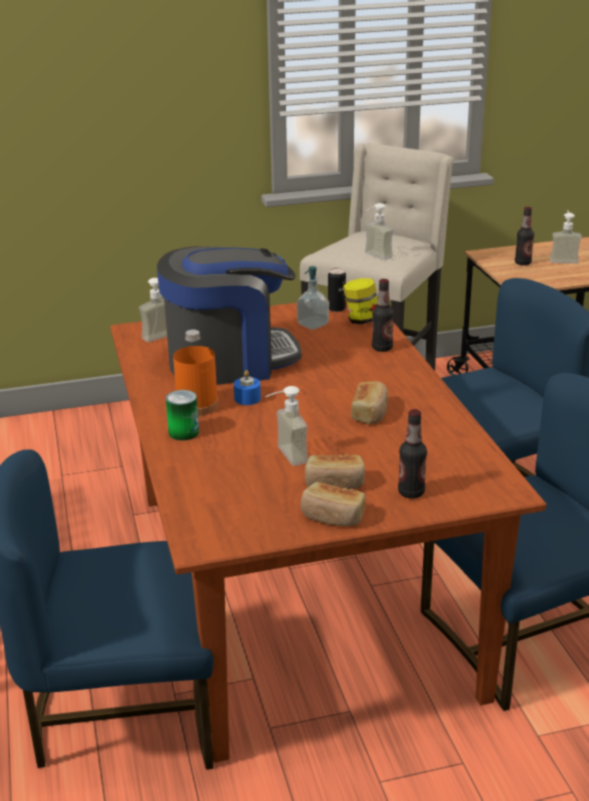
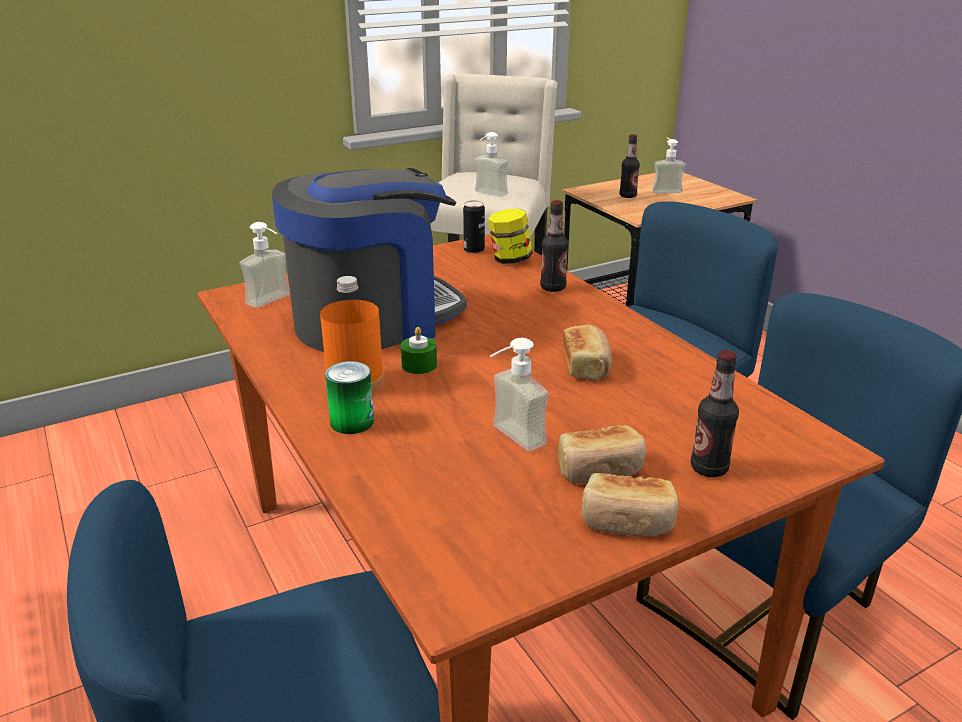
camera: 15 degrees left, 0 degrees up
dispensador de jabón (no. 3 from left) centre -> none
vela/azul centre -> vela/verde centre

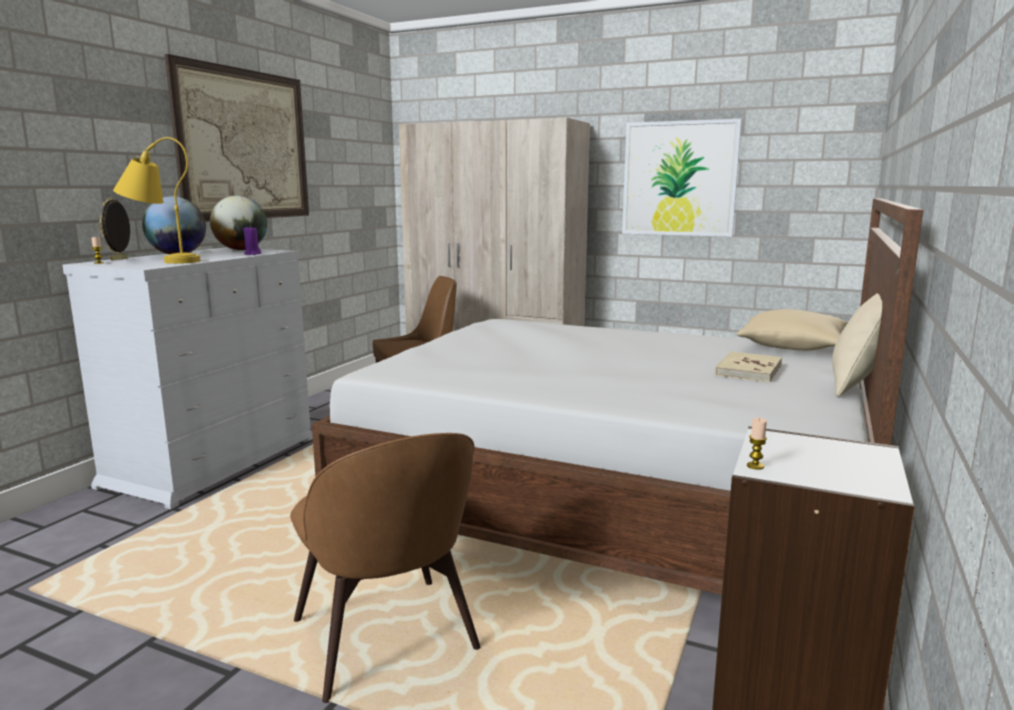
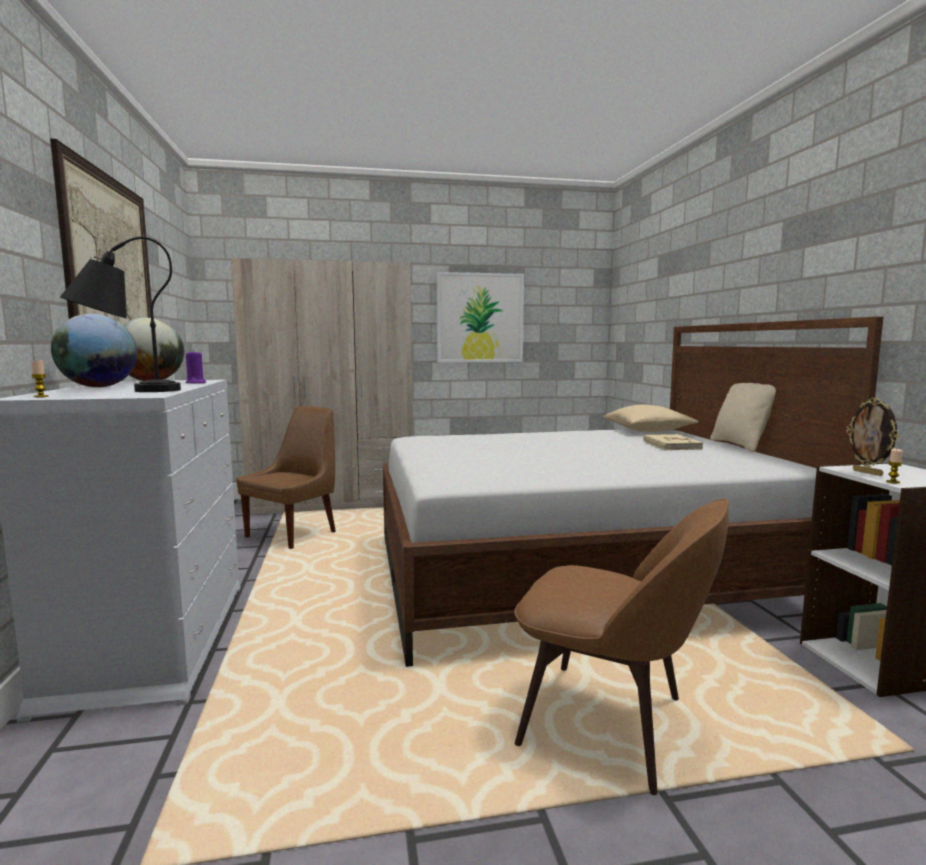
camera: 35 degrees left, 5 degrees down
portarretratos top left -> portarretratos middle right, shifted
lámpara de mesa/amarillo top left -> lámpara de mesa/negro middle left

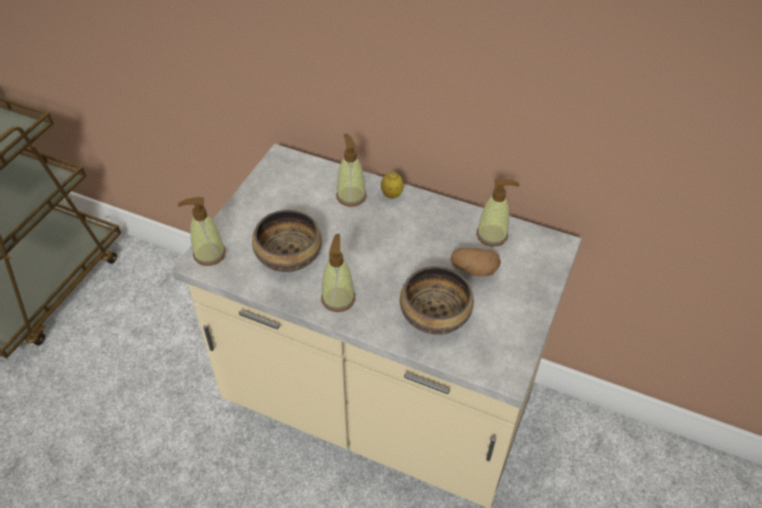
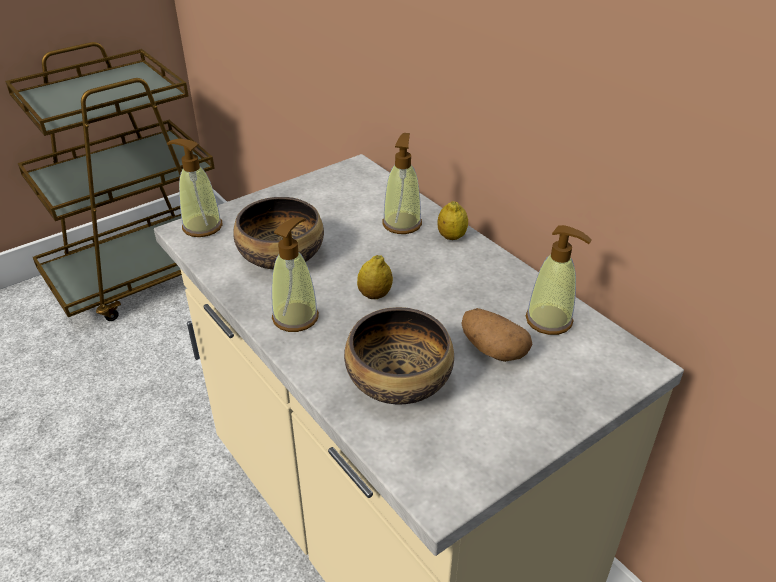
camera: 30 degrees right, 10 degrees down
none -> limón (no. 1 from left) centre

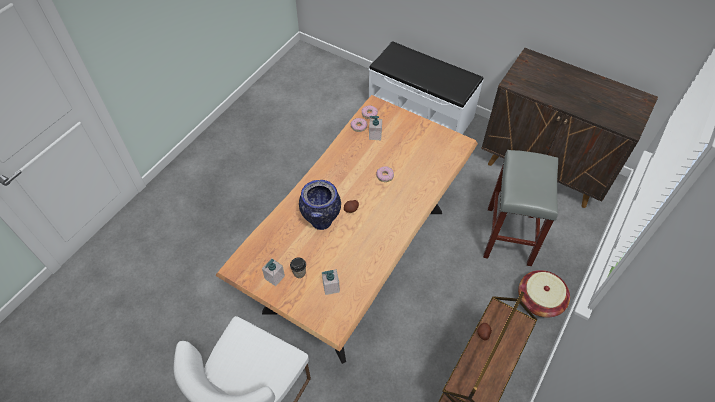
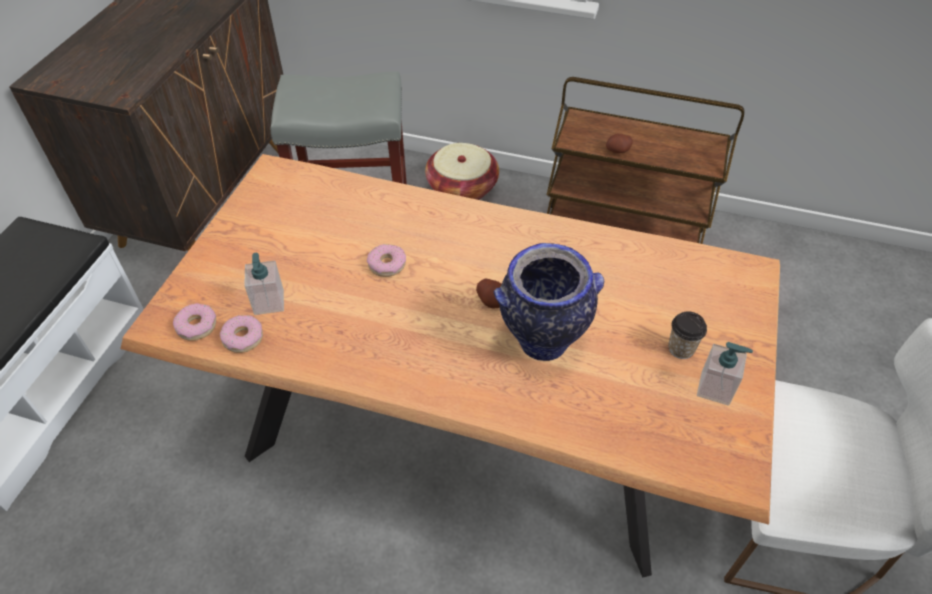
camera: 105 degrees left, 5 degrees down
dispensador de jabón (no. 2 from left) bottom centre -> none

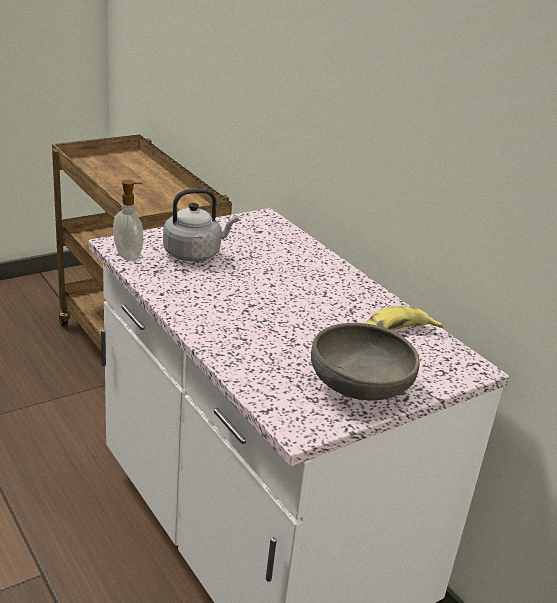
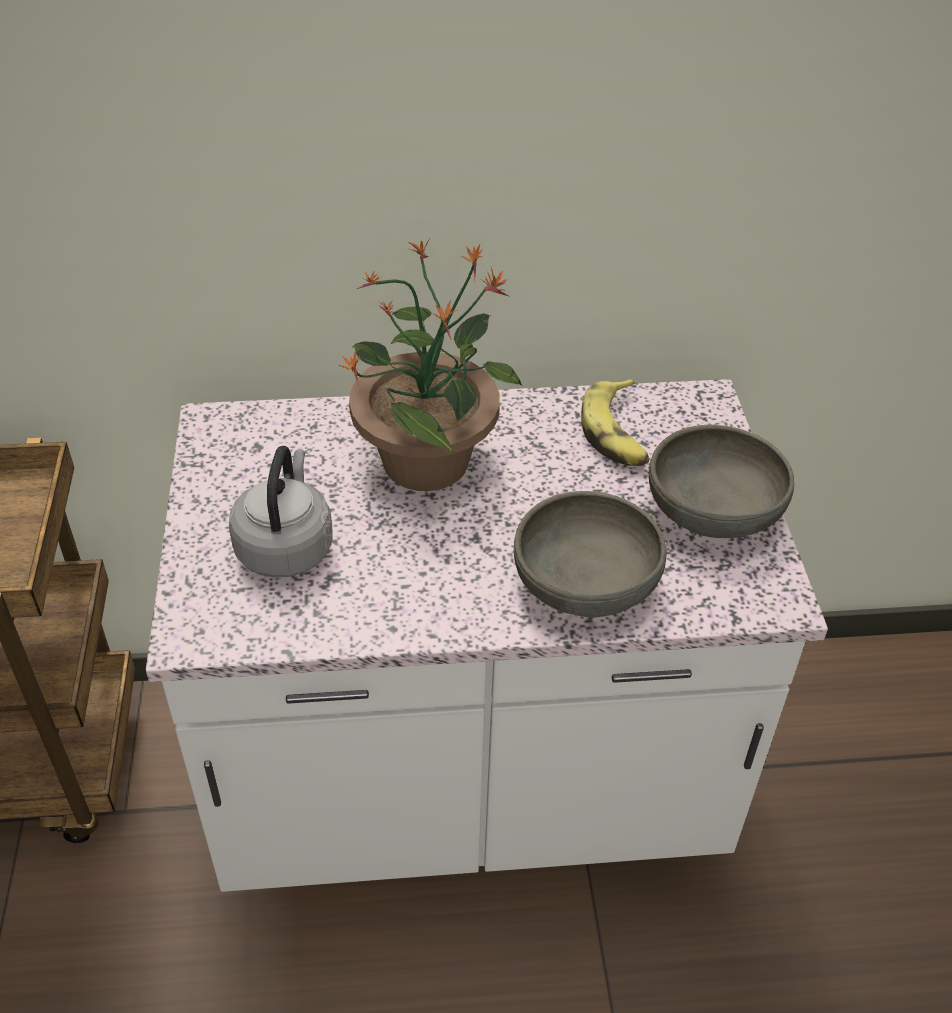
camera: 60 degrees left, 15 degrees up
dispensador de jabón middle left -> none
none -> planta en maceta centre
none -> cuenco/gris (no. 1 from left) centre

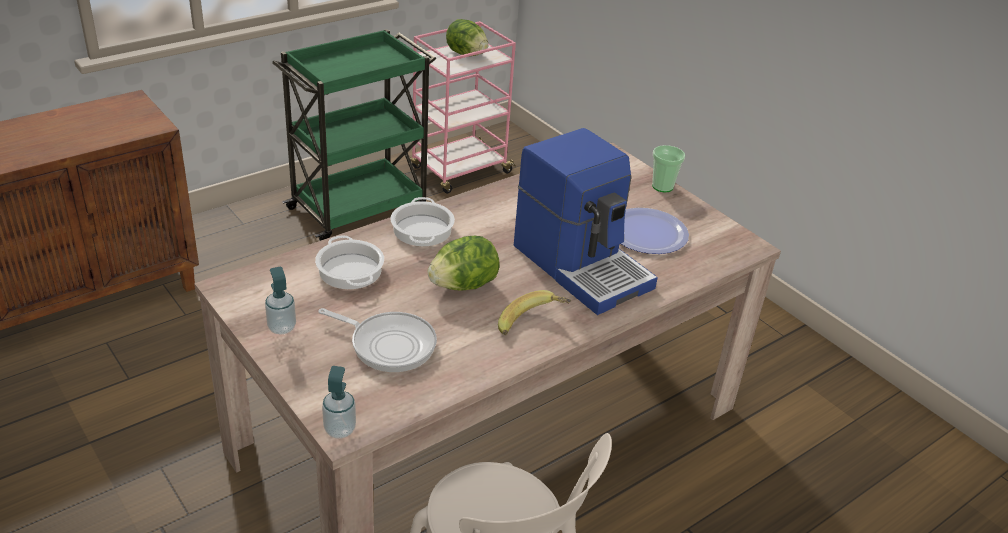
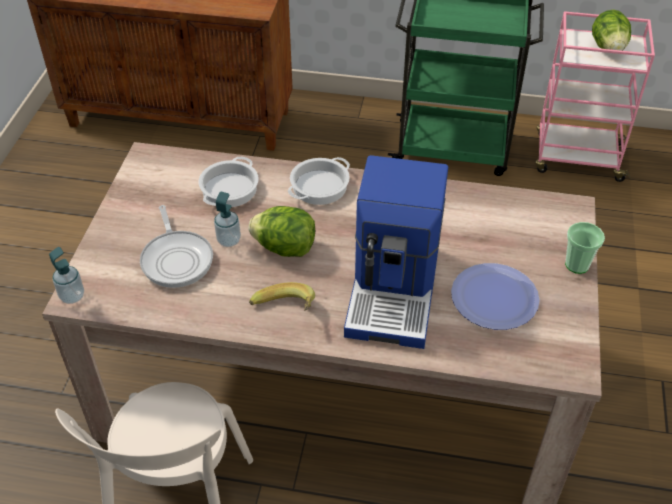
camera: 50 degrees right, 10 degrees up
dispensador de jabón (no. 1 from left in the first image) middle left -> dispensador de jabón (no. 2 from left) centre, shifted

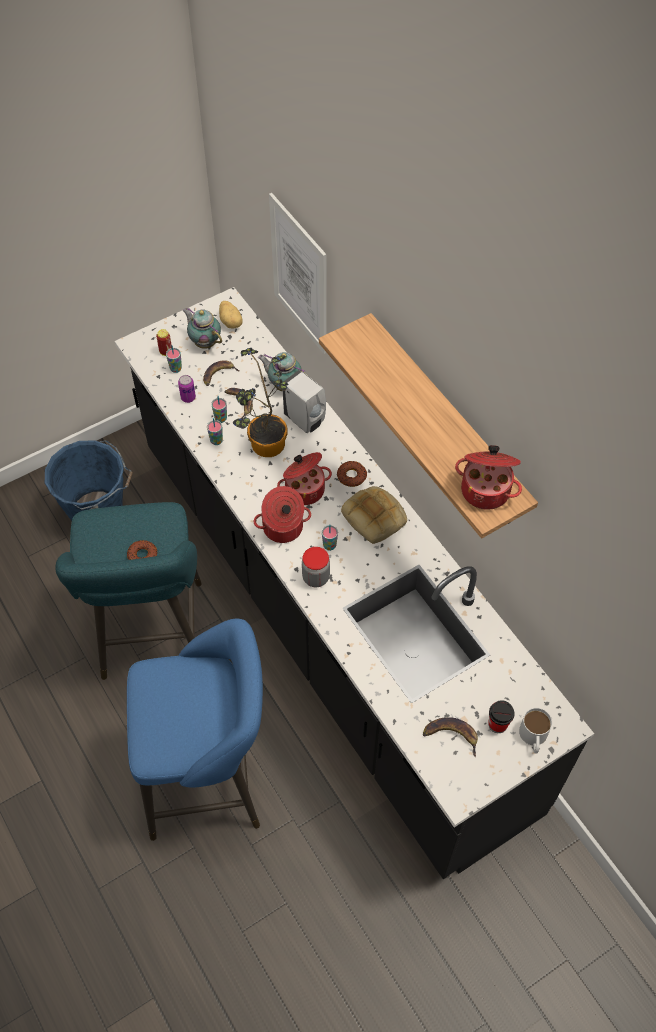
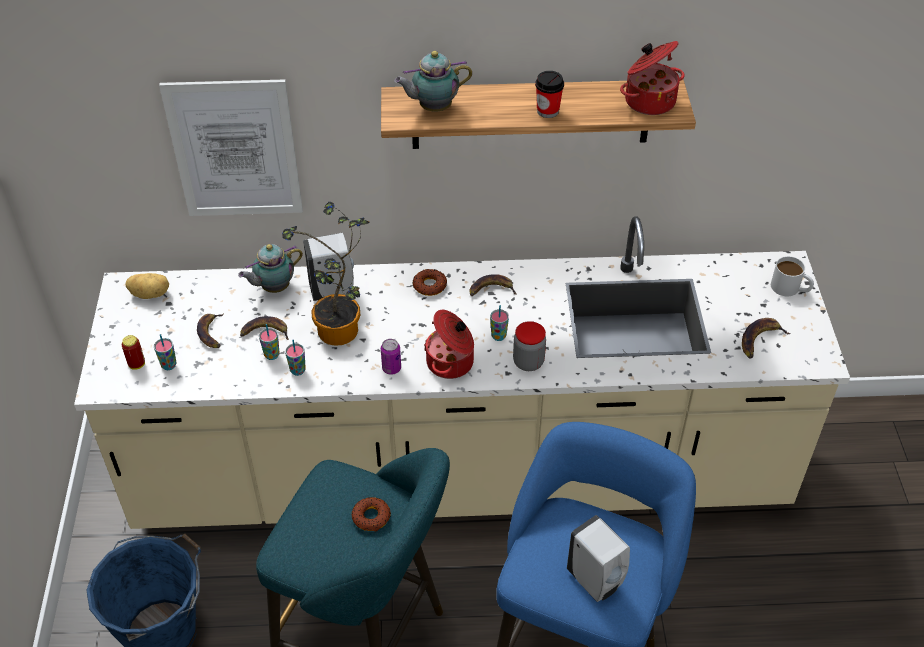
camera: 60 degrees left, 10 degrees down
olla (no. 2 from left) centre -> none
none -> dispensador de jabón/blanco (no. 2 from left) bottom centre
lata (no. 2 from left) middle left -> lata (no. 2 from left) centre, shifted
tetera (no. 1 from left in the first image) top left -> tetera (no. 2 from left) top centre, shifted
taza (no. 5 from left) bottom right -> taza (no. 5 from left) top centre, shifted
pan centre -> plátano (no. 3 from left) centre
mueble bajo de cocina/negro centre -> mueble bajo de cocina/beis centre

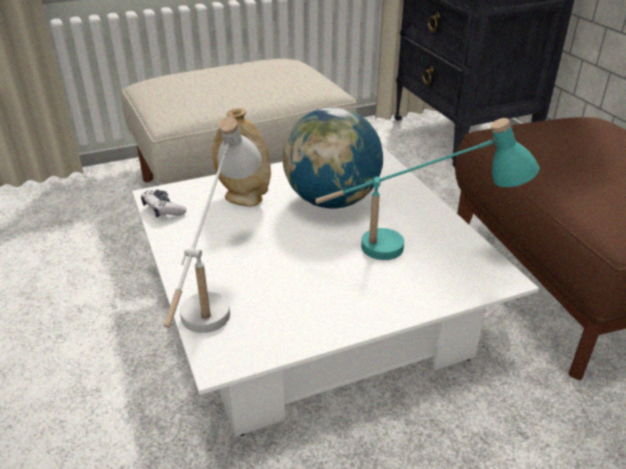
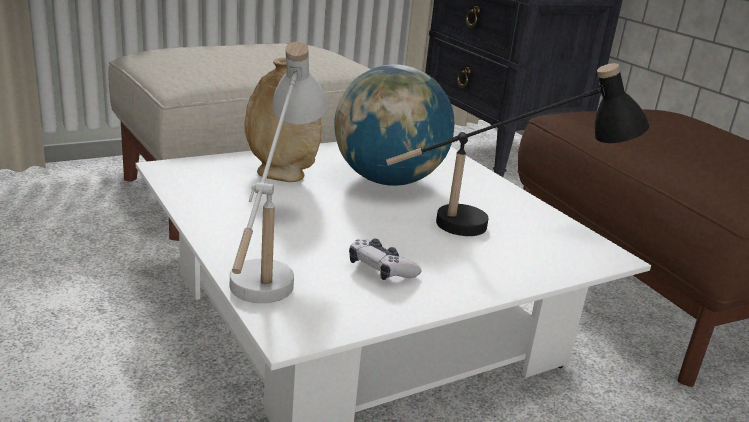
camera: 10 degrees left, 10 degrees down
mando de consola middle left -> mando de consola centre, shifted
lámpara de mesa/turquesa middle right -> lámpara de mesa/negro middle right

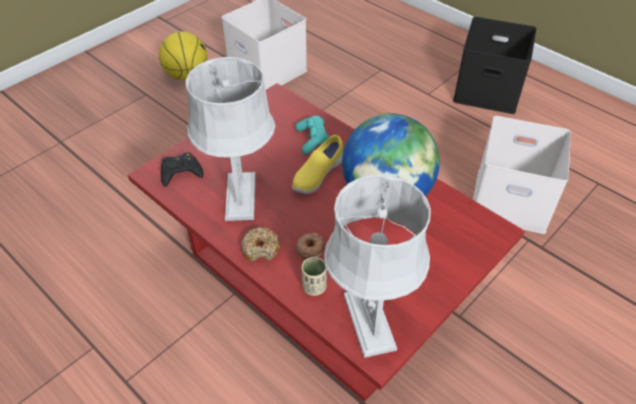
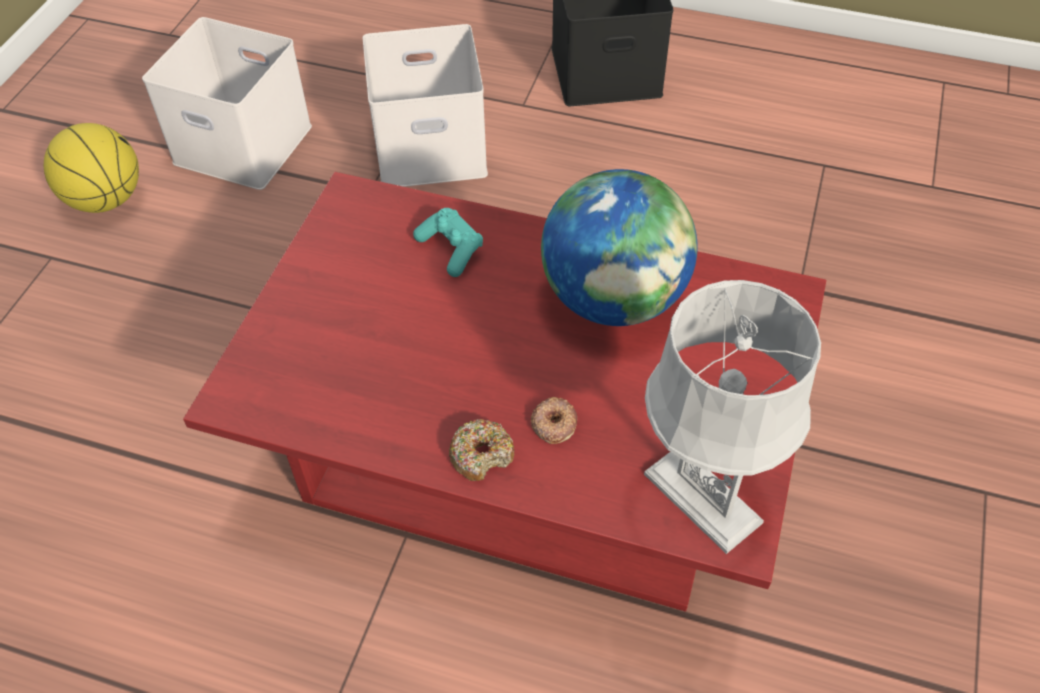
camera: 25 degrees left, 5 degrees up
mando de consola/negro middle left -> none
lámpara de mesa/gris (no. 1 from left) centre -> none
zapato/amarillo centre -> none
taza/beis bottom centre -> none
caja de almacenaje/blanco (no. 2 from left) middle right -> caja de almacenaje/blanco (no. 2 from left) top centre, shifted

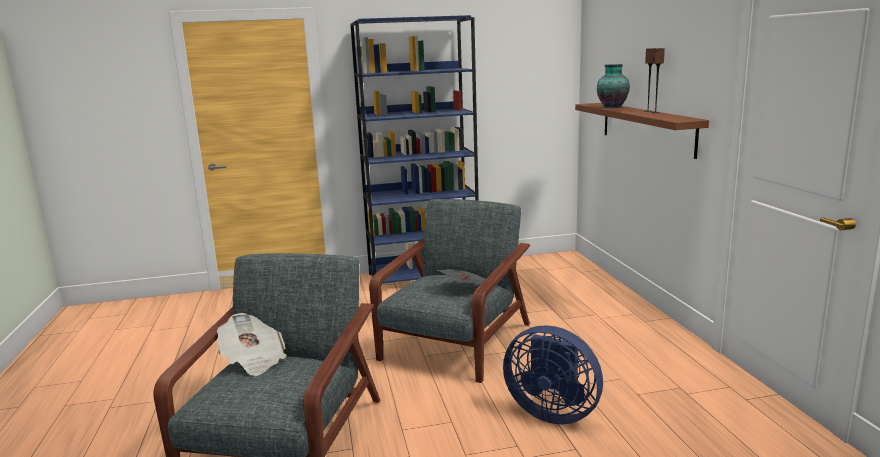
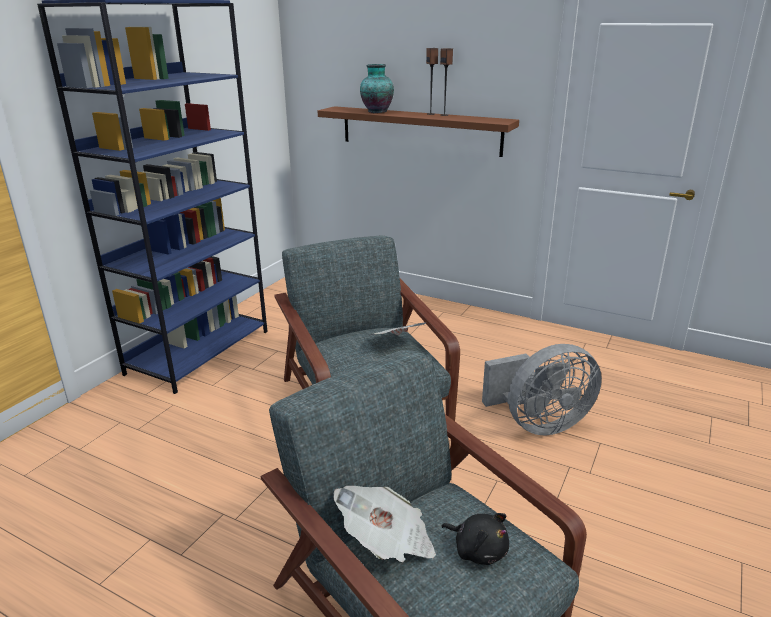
camera: 50 degrees left, 10 degrees up
none -> peluche/negro bottom centre
ventilador/azul bottom centre -> ventilador/gris middle right

